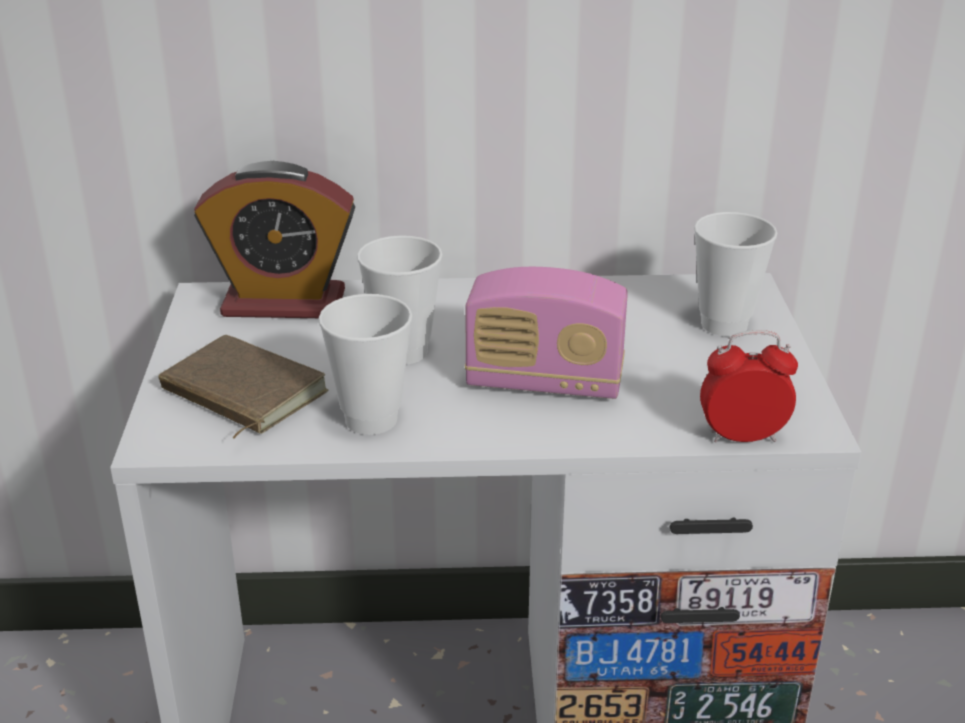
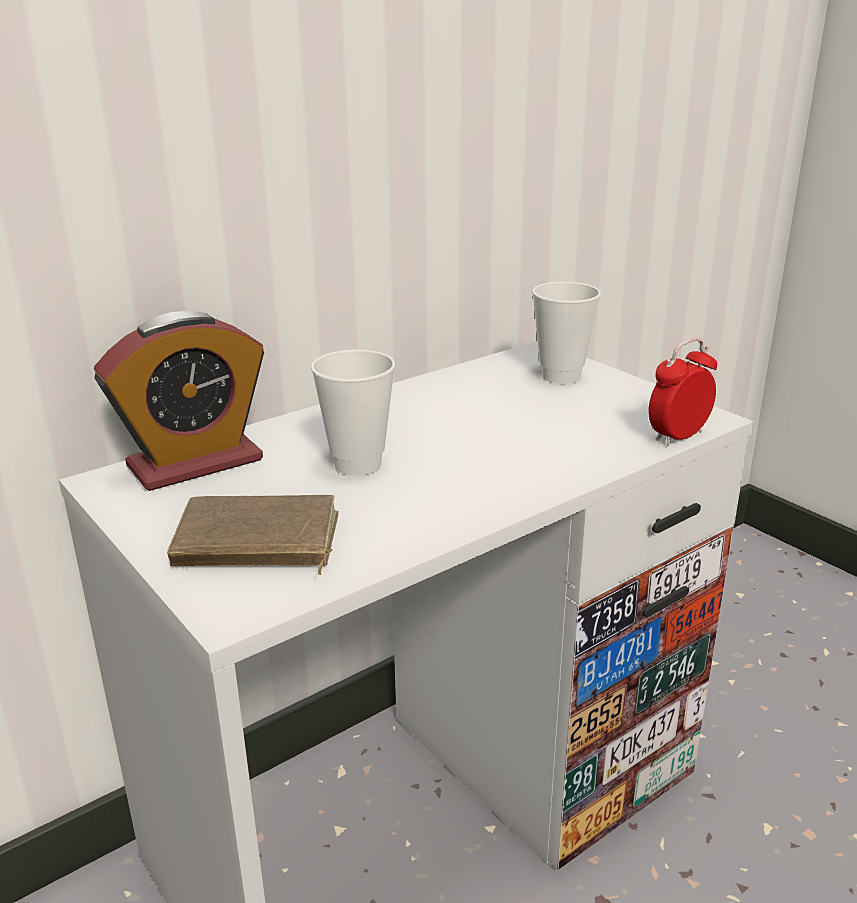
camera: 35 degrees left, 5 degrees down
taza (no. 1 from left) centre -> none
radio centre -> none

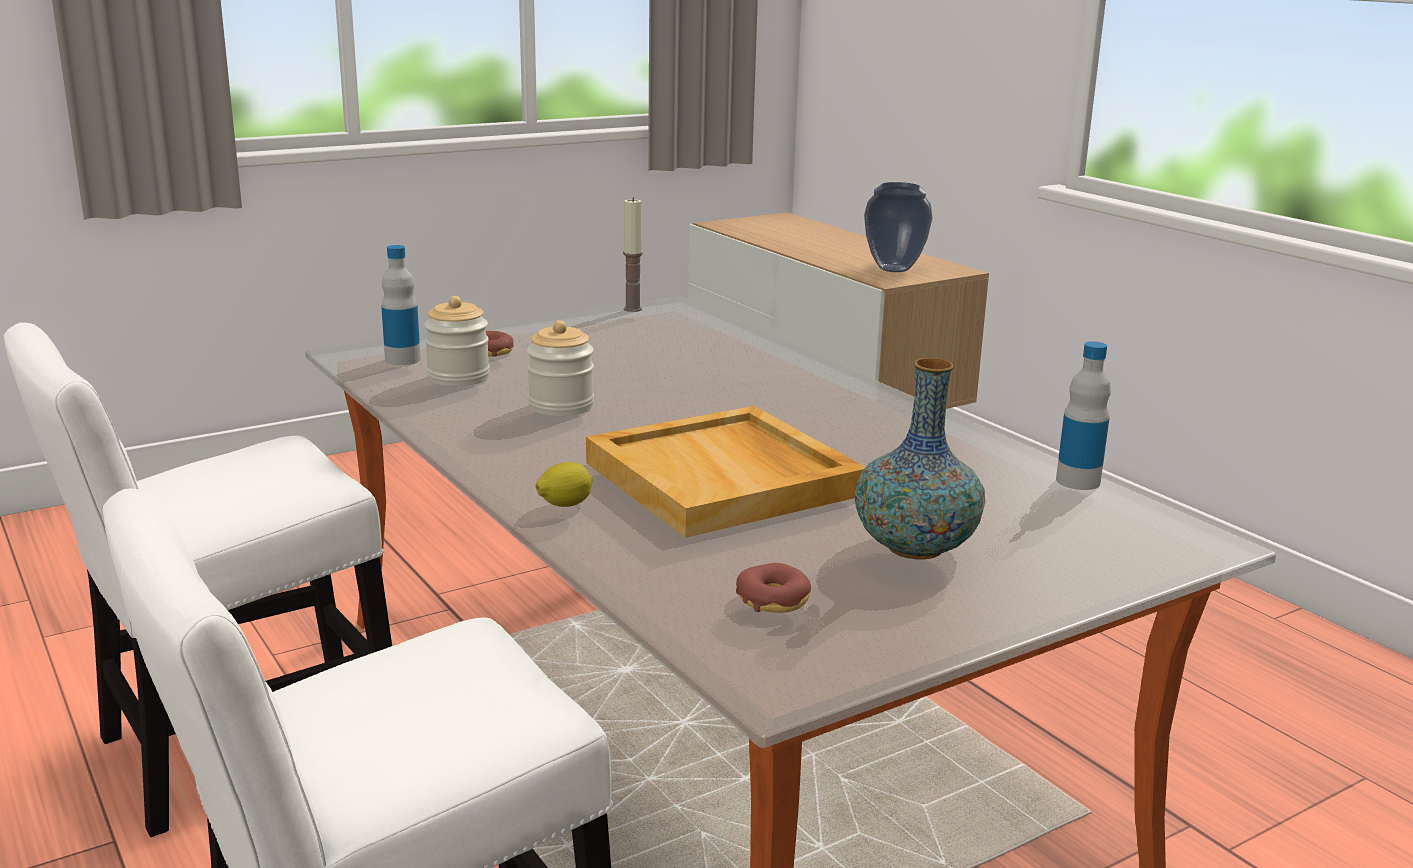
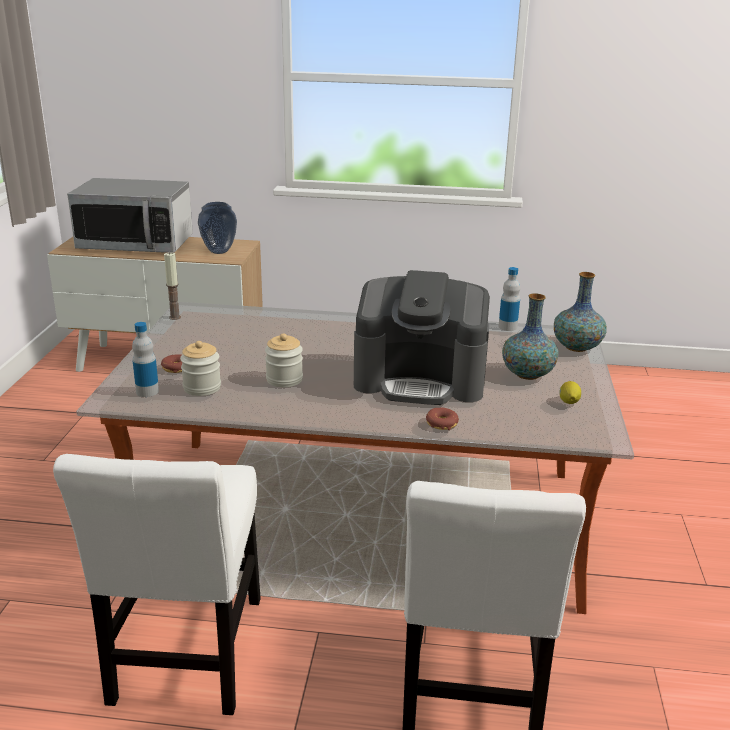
camera: 50 degrees left, 5 degrees up
none -> microondas top left
none -> florero (no. 3 from left) middle right
limón centre -> limón middle right, shifted
rosquilla (no. 2 from left) bottom centre -> rosquilla (no. 2 from left) centre, shifted
bandeja/beis centre -> cafetera centre

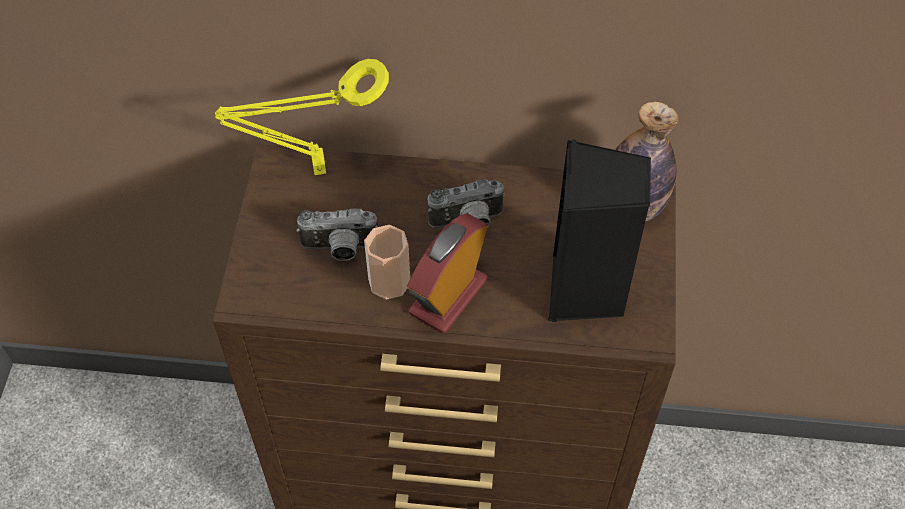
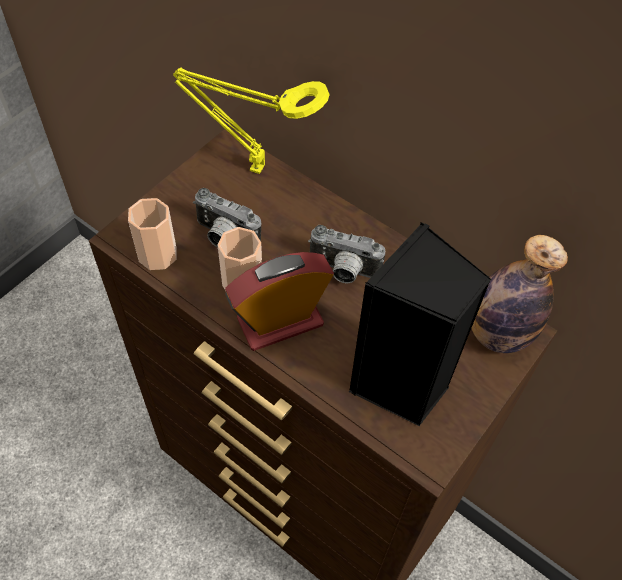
camera: 30 degrees right, 0 degrees up
none -> taza (no. 1 from left) middle left

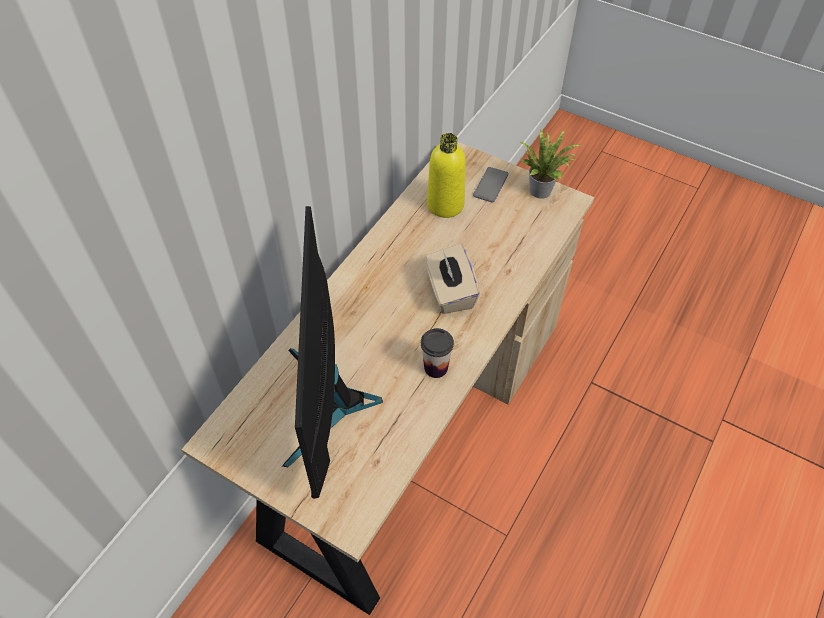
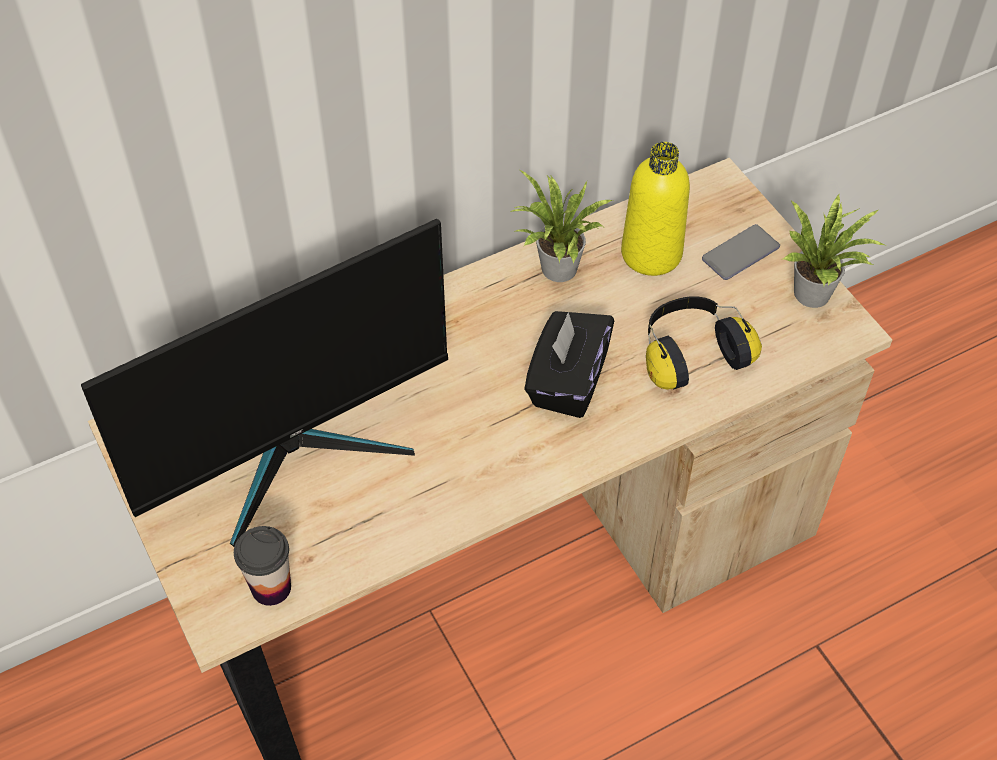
camera: 30 degrees right, 0 degrees up
none -> planta en maceta (no. 1 from left) top centre
none -> auriculares middle right
taza centre -> taza bottom left, shifted
caja de pañuelos/beis centre -> caja de pañuelos/negro centre
monitor centre -> monitor middle left, 150 degrees counterclockwise

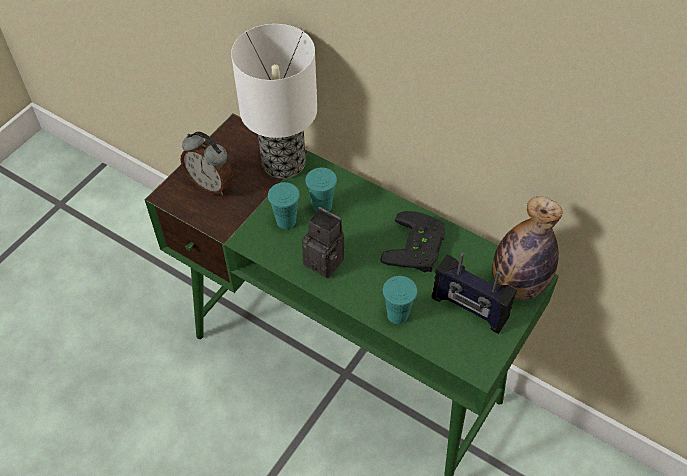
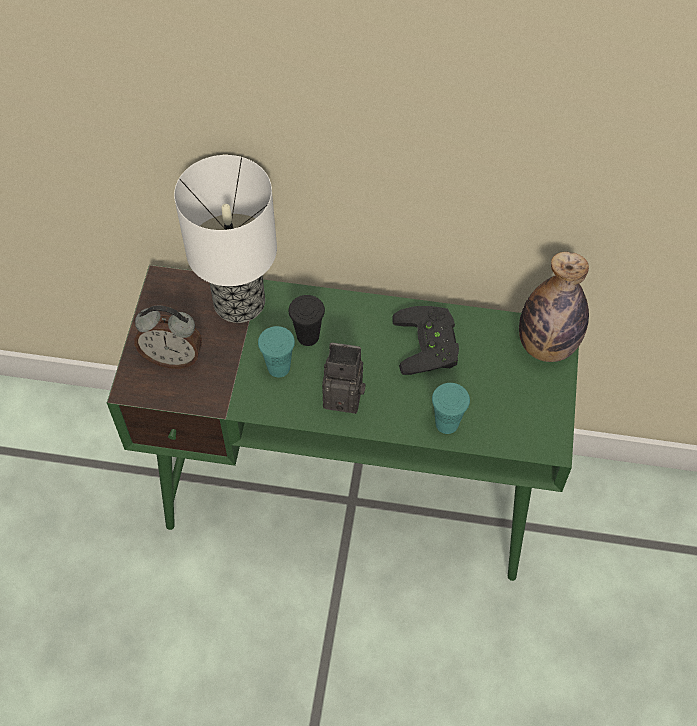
camera: 25 degrees left, 5 degrees up
radio middle right -> none
taza/turquesa (no. 2 from left) centre -> taza/negro centre

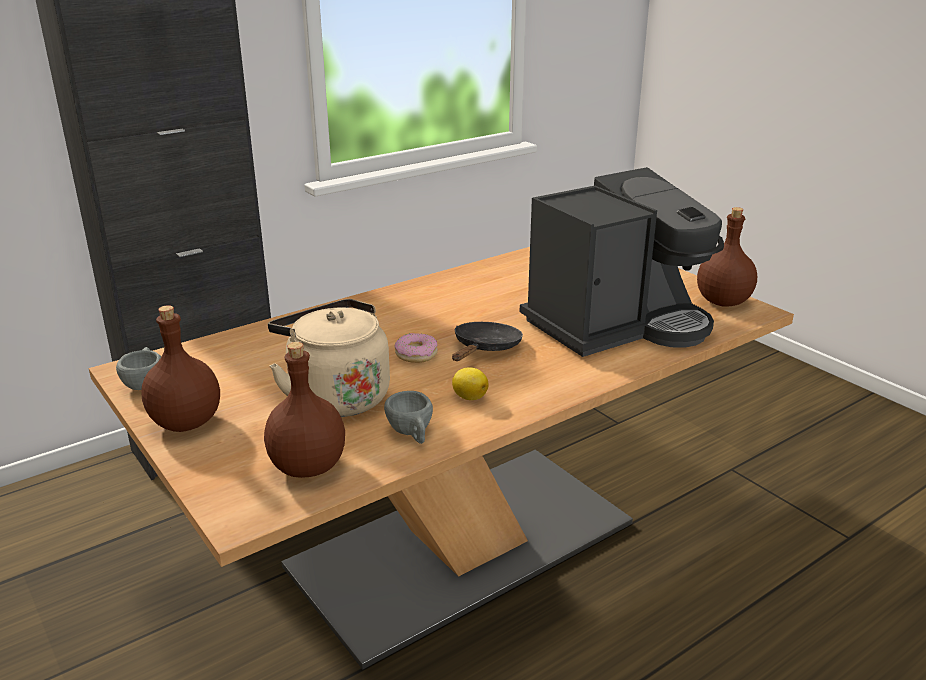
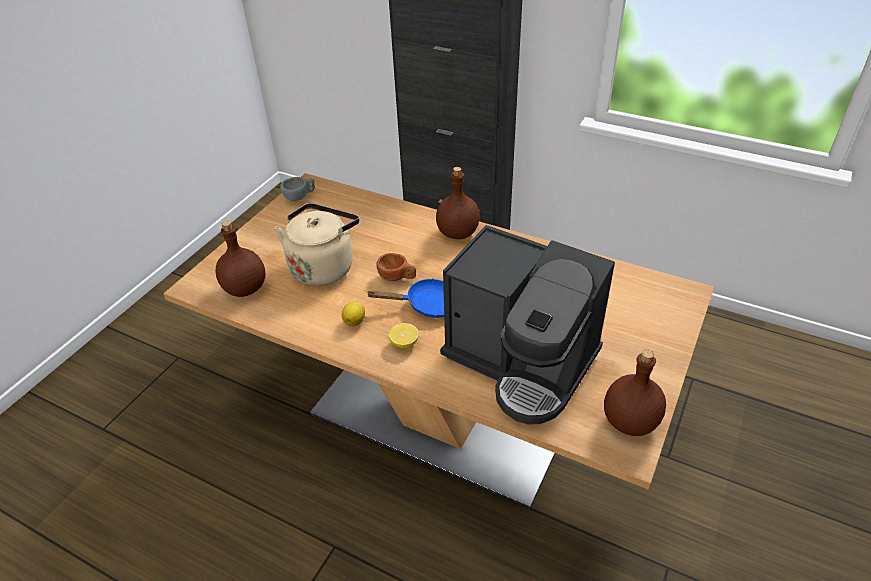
camera: 65 degrees right, 15 degrees up
taza/gris (no. 2 from left) centre -> none
none -> limón (no. 2 from left) centre
botella/marrón (no. 1 from left in the first image) middle left -> botella/marrón (no. 2 from left) centre, shifted
rosquilla centre -> taza/marrón centre
sartén/negro centre -> sartén/azul centre

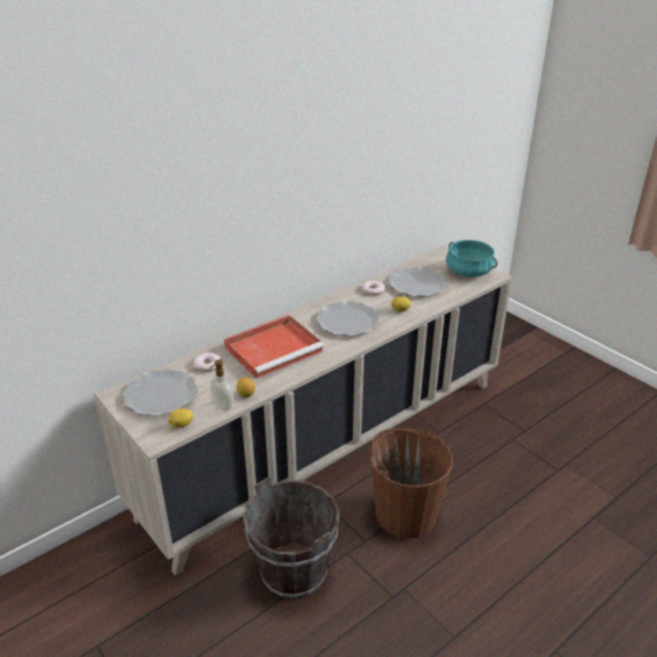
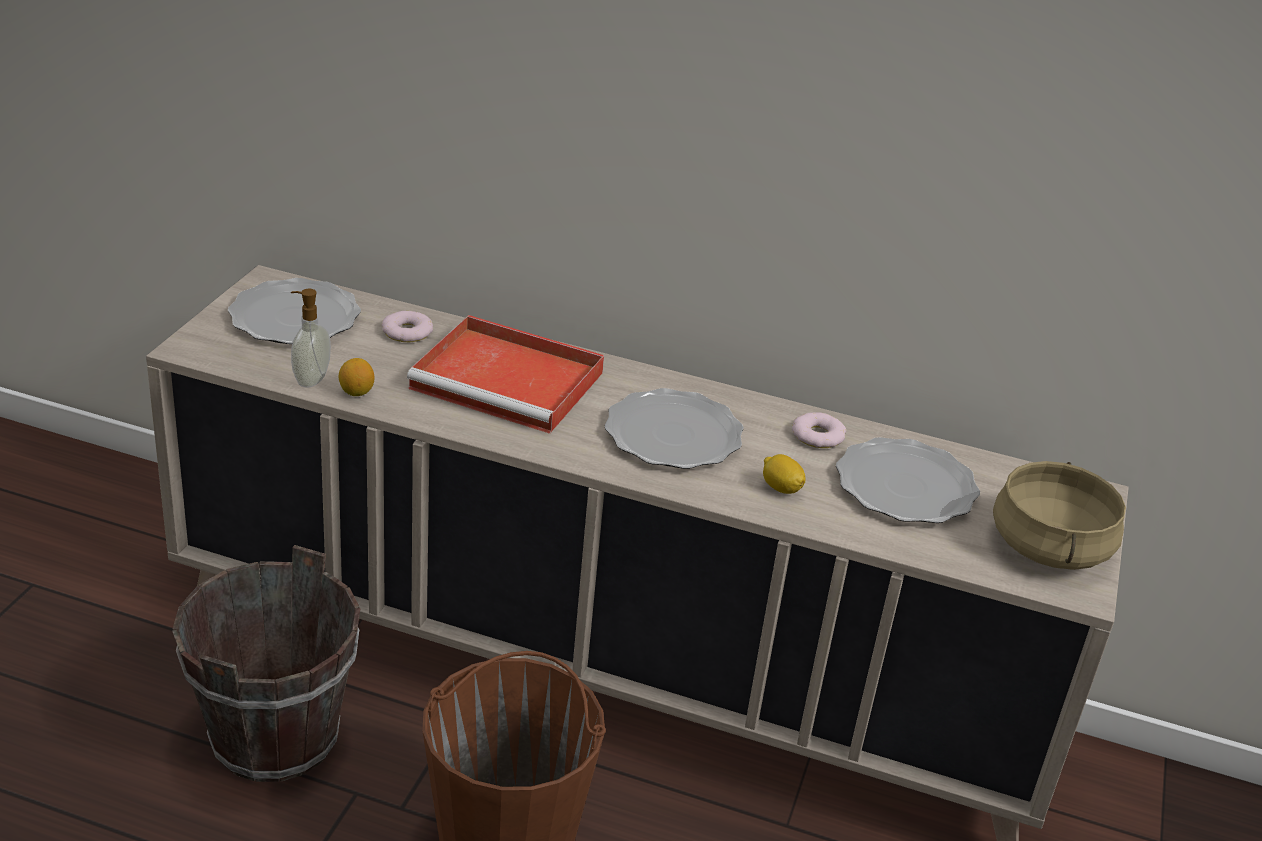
camera: 55 degrees right, 0 degrees up
limón (no. 1 from left) middle left -> none
olla/turquesa middle right -> olla/beis middle right

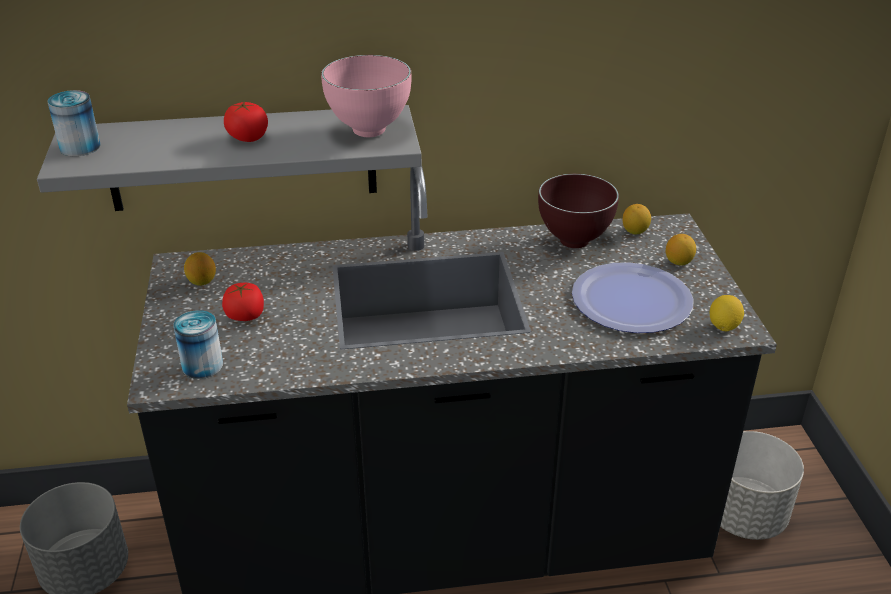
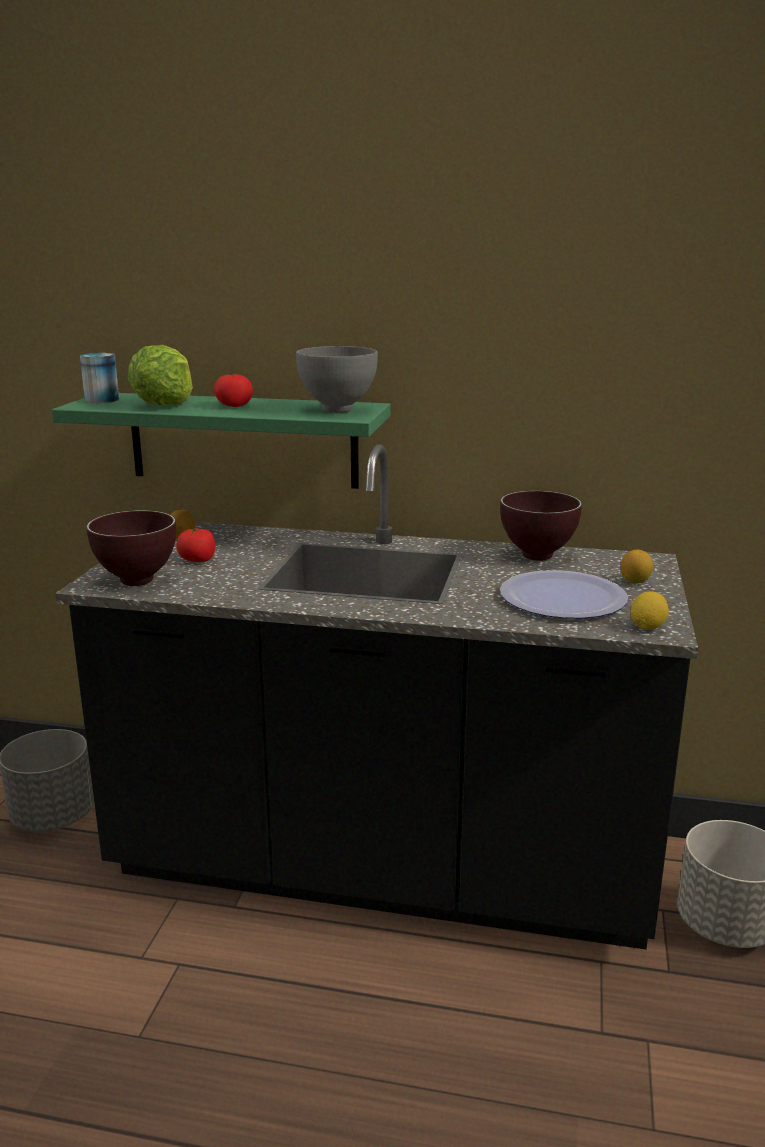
camera: 20 degrees right, 15 degrees down
limón (no. 2 from left) middle right -> none
none -> lechuga top left
lata (no. 2 from left) middle left -> cuenco/marrón (no. 1 from left) middle left
estante/gris top left -> estante/verde middle left
cuenco/rosa top centre -> cuenco/gris top centre

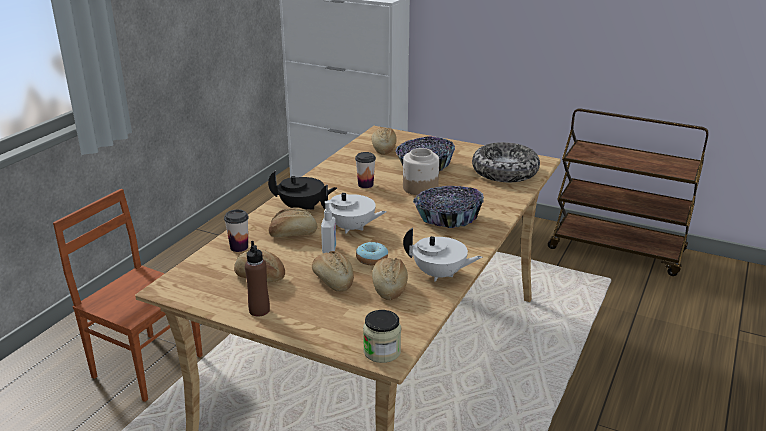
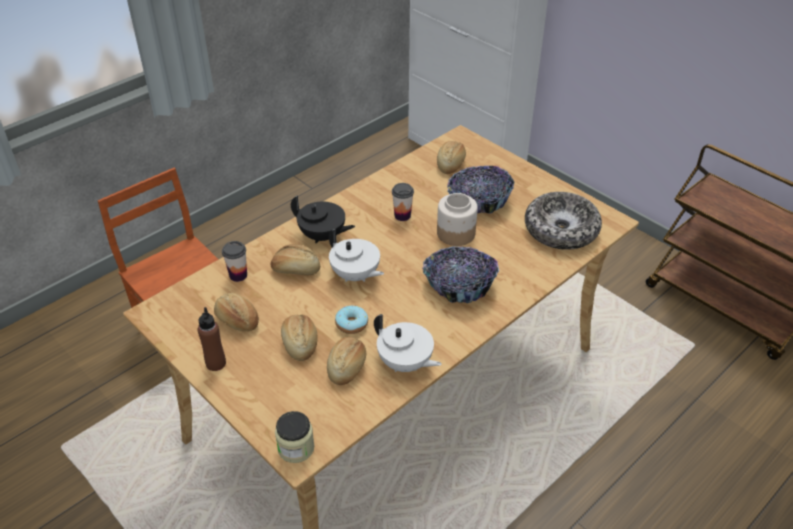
camera: 20 degrees right, 15 degrees up
dispensador de jabón centre -> none

